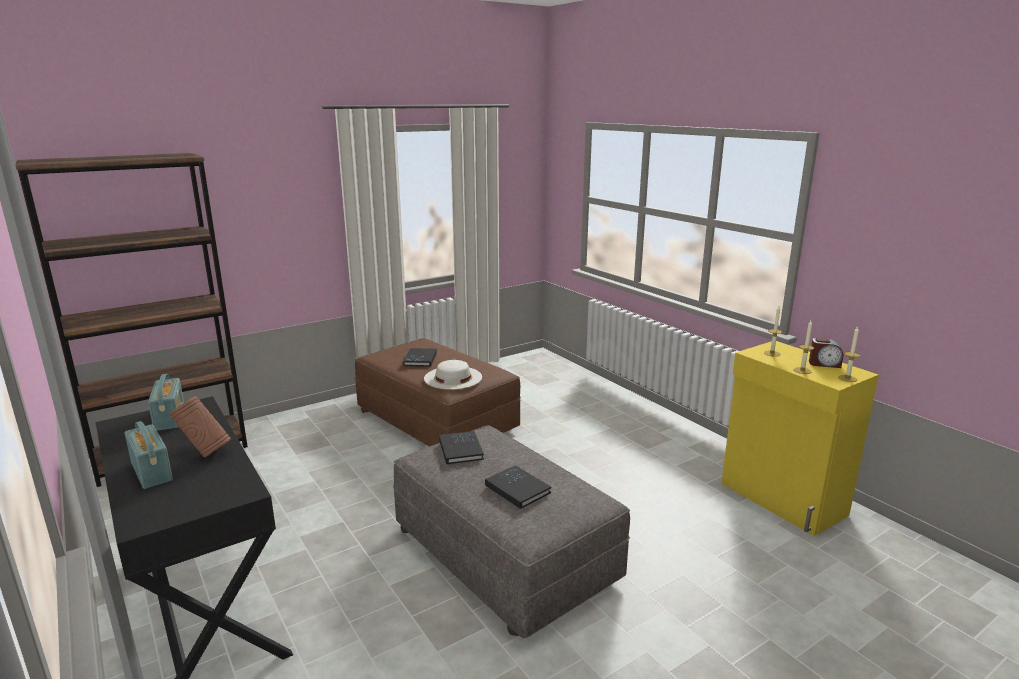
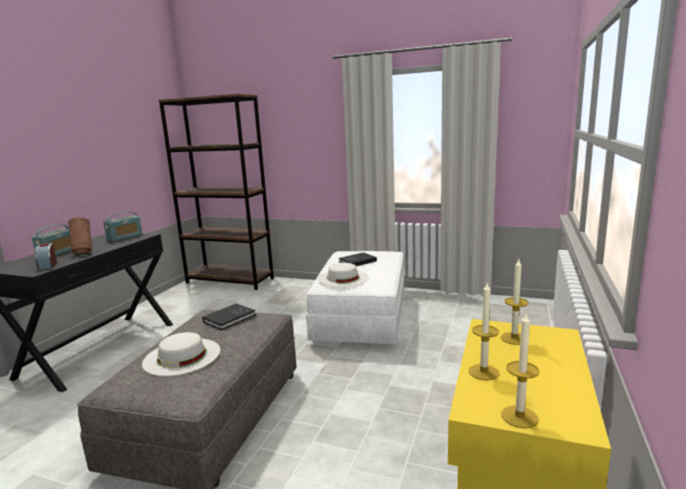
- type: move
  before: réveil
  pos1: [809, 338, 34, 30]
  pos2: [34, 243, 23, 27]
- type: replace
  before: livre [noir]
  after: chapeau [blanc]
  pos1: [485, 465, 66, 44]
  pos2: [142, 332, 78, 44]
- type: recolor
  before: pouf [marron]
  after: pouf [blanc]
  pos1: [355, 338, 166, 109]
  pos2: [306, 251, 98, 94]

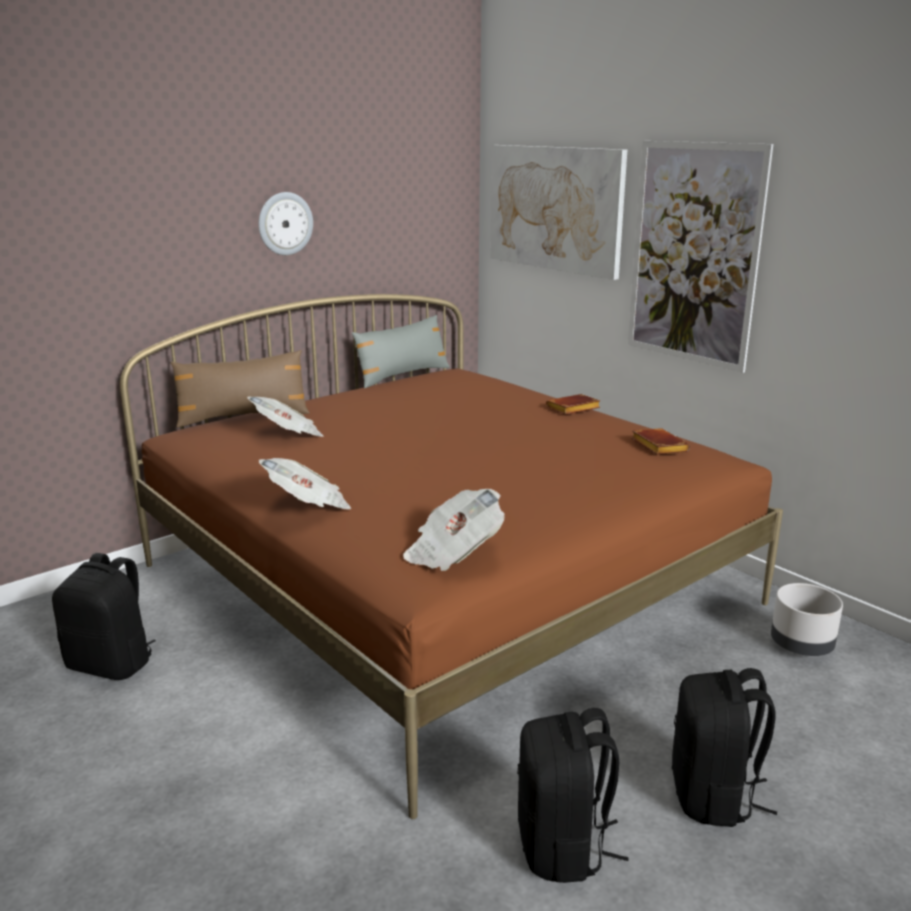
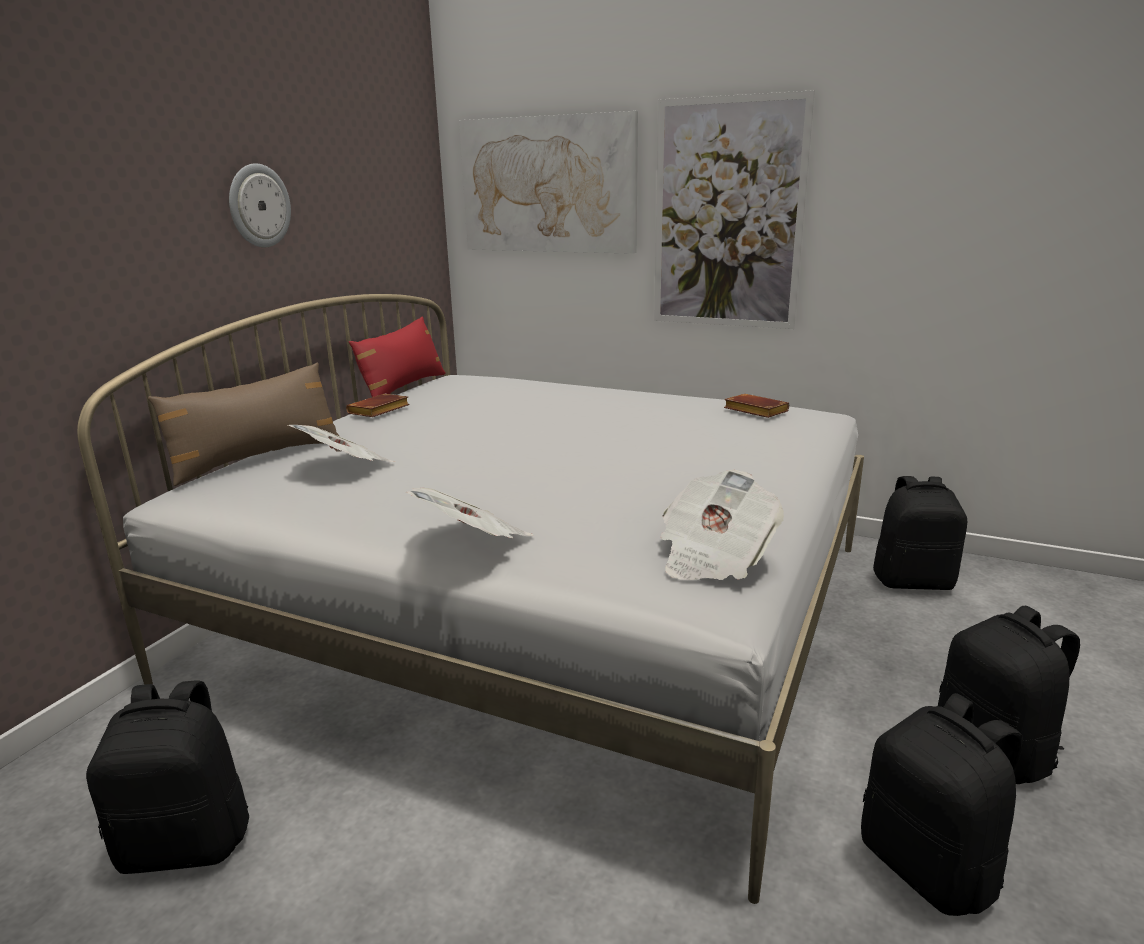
- type: recolor
  before: lit [marron]
  after: lit [blanc]
  pos1: [120, 294, 663, 525]
  pos2: [77, 294, 787, 610]
- type: move
  before: livre [marron]
  pos1: [546, 394, 54, 21]
  pos2: [346, 394, 63, 23]
- type: recolor
  before: coussin [gris]
  after: coussin [rouge]
  pos1: [352, 315, 98, 73]
  pos2: [349, 316, 97, 81]
- type: replace
  before: cache-pot [gris]
  after: sac à dos [noir]
  pos1: [771, 583, 72, 73]
  pos2: [873, 476, 94, 114]

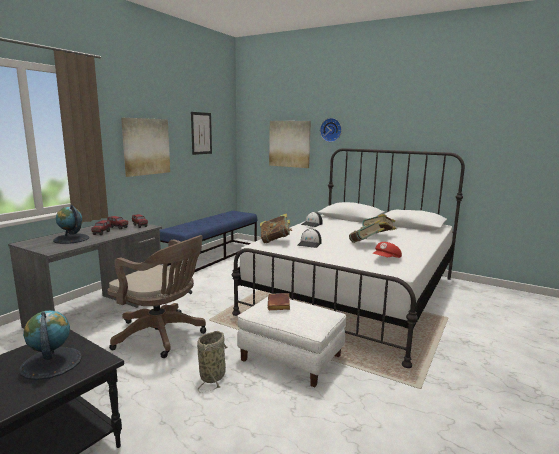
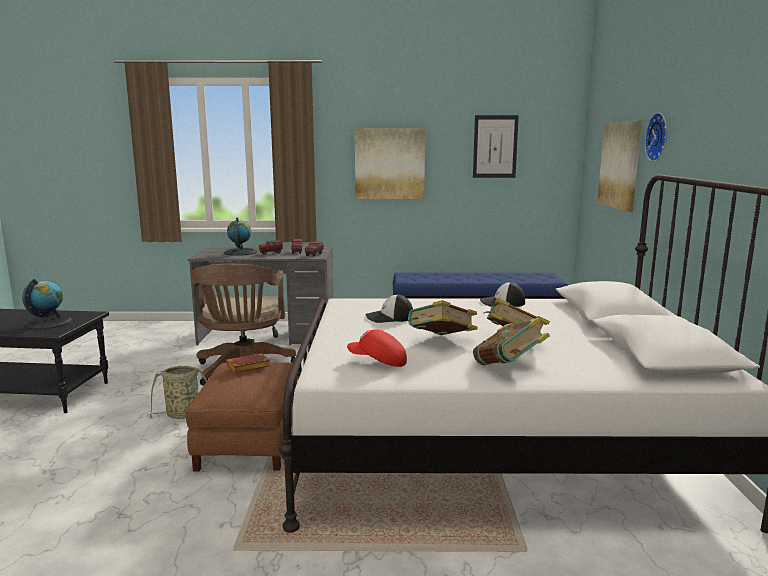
- type: recolor
  before: pouf [blanc]
  after: pouf [marron]
  pos1: [237, 296, 109, 91]
  pos2: [185, 362, 113, 109]
- type: move
  before: livre
  pos1: [260, 213, 32, 30]
  pos2: [473, 318, 77, 47]

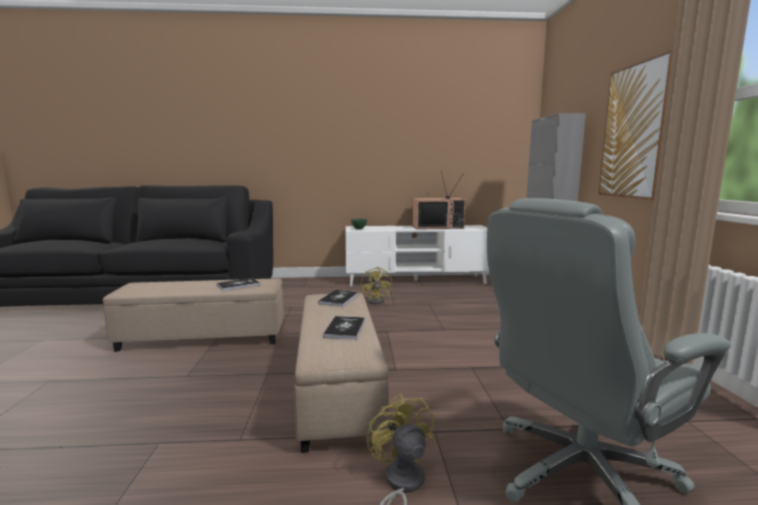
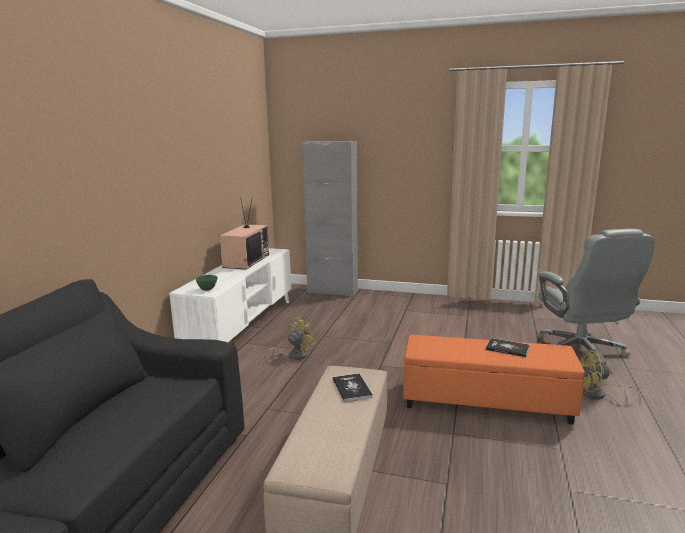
- type: rotate
  before: ventilateur [jaune]
  pos1: [361, 267, 31, 37]
  pos2: [264, 317, 52, 43]
  turn: -60
- type: recolor
  before: pouf [beige]
  after: pouf [orange]
  pos1: [294, 293, 95, 160]
  pos2: [403, 335, 182, 90]
- type: delete
  before: livre
  pos1: [318, 290, 41, 17]
- type: delete
  before: tableau
  pos1: [598, 50, 75, 150]

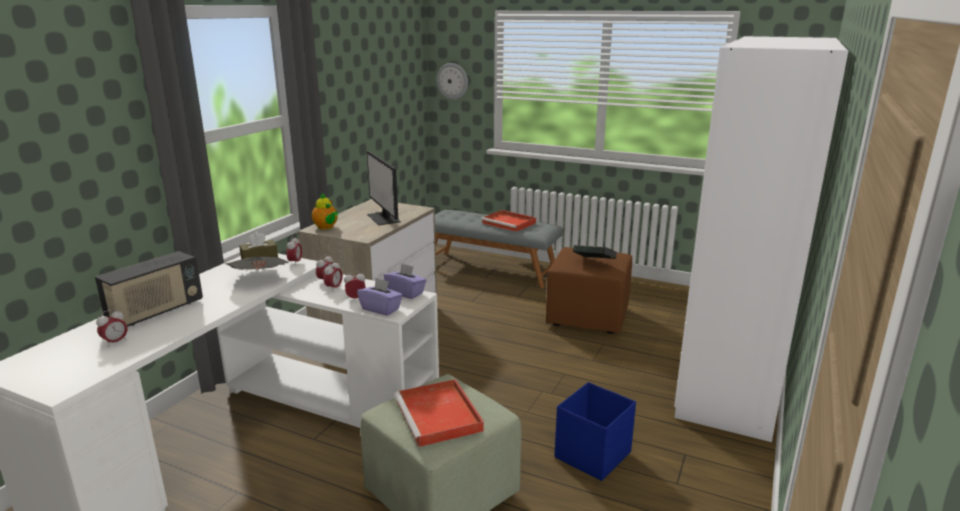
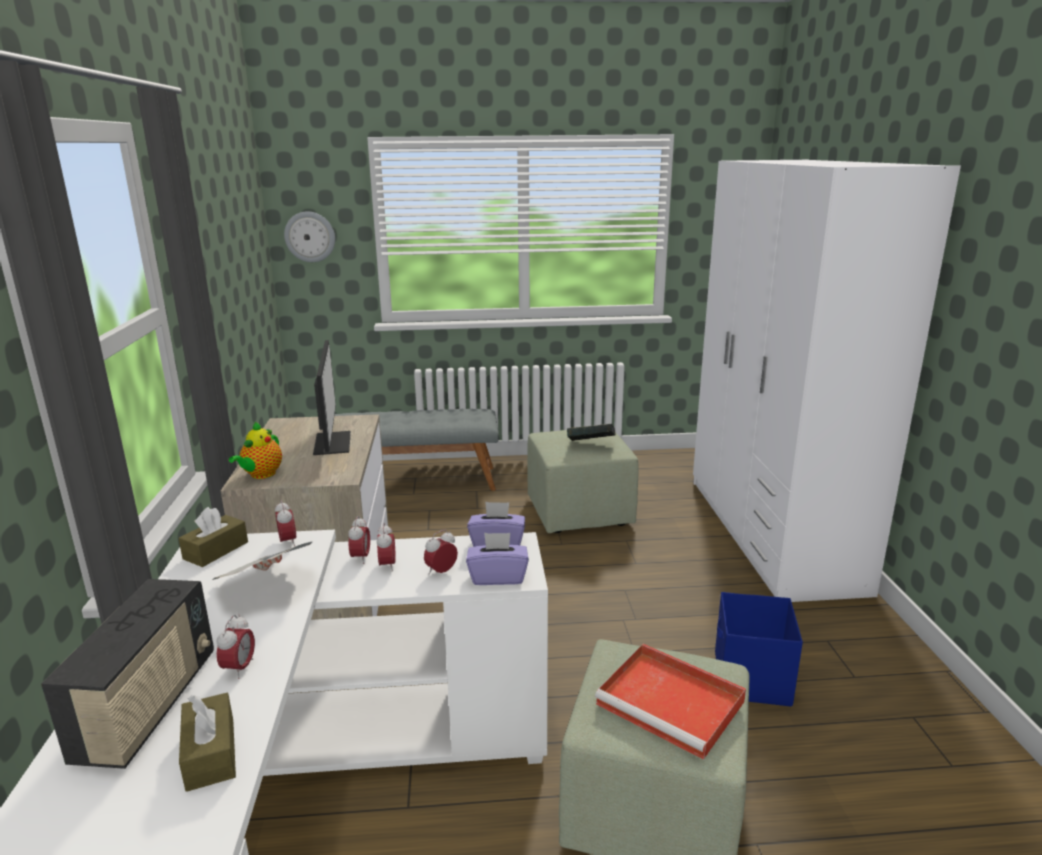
- type: insert
  after: boîte à mouchoirs [marron]
  pos2: [179, 693, 57, 99]
- type: move
  before: réveil
  pos1: [96, 309, 31, 38]
  pos2: [216, 614, 39, 65]
- type: rotate
  before: théière
  pos1: [312, 193, 26, 37]
  pos2: [228, 421, 54, 58]
  turn: 90
- type: rotate
  before: écran d'ordinateur
  pos1: [367, 151, 34, 74]
  pos2: [313, 340, 38, 115]
  turn: -135
- type: recolor
  before: pouf [marron]
  after: pouf [vert]
  pos1: [546, 247, 86, 87]
  pos2: [527, 430, 112, 103]
- type: delete
  before: plateau [rouge]
  pos1: [481, 210, 55, 22]

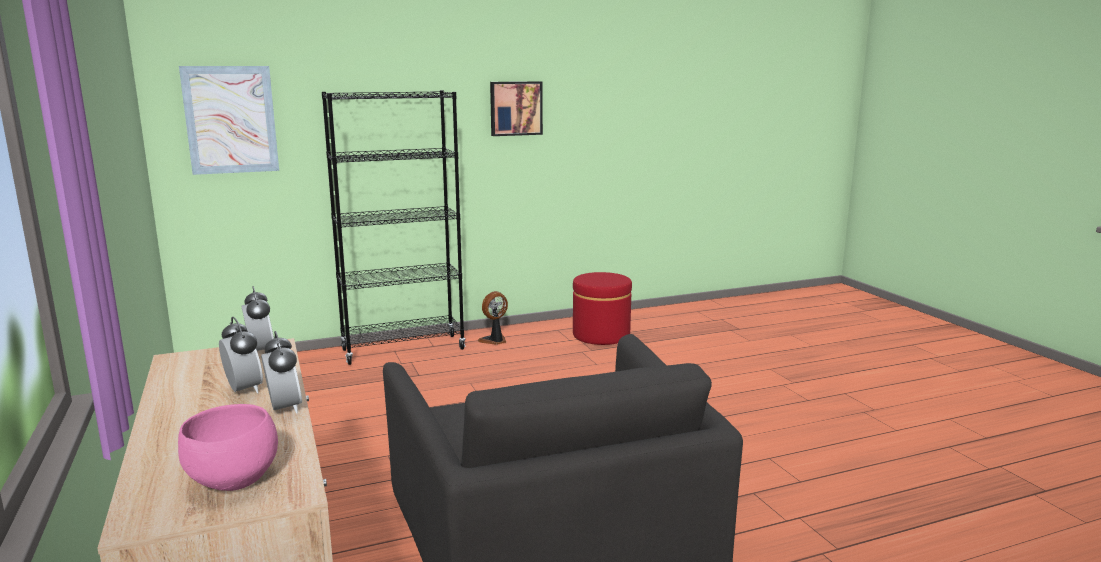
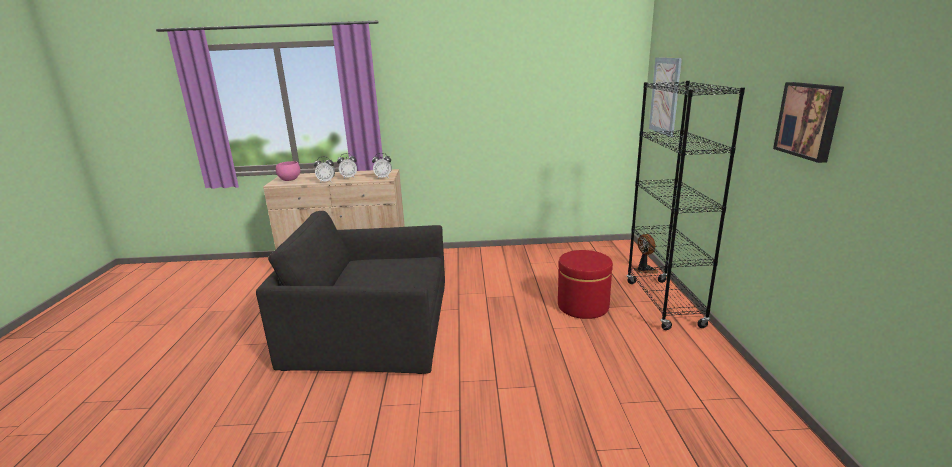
- type: move
  before: pouf [rouge]
  pos1: [573, 272, 59, 73]
  pos2: [558, 250, 55, 69]
- type: move
  before: ventilateur
  pos1: [478, 291, 30, 54]
  pos2: [635, 234, 23, 40]

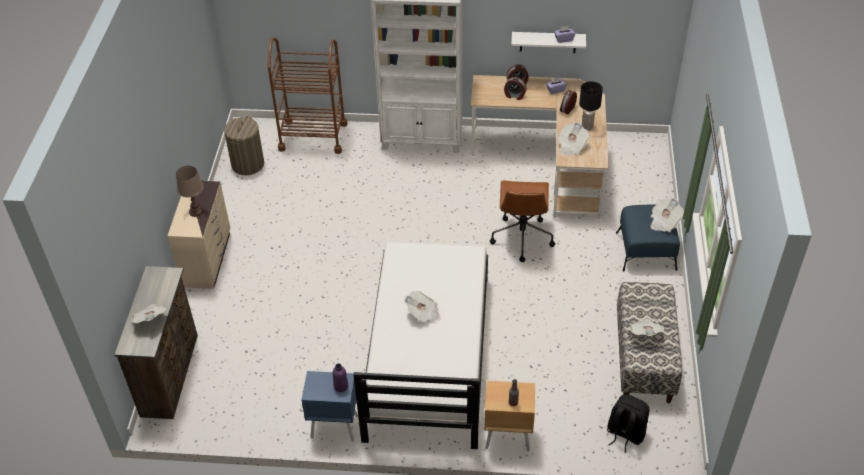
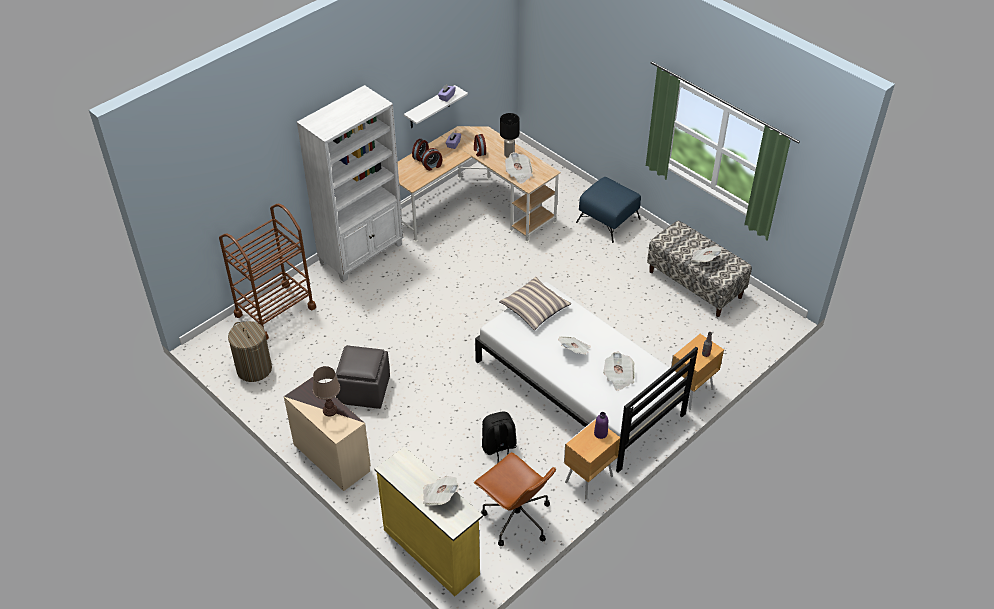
- type: insert
  after: pouf [gris]
  pos2: [336, 345, 54, 64]
- type: recolor
  before: commode [marron]
  after: commode [jaune]
  pos1: [115, 266, 83, 153]
  pos2: [375, 447, 108, 149]
- type: move
  before: chaise de bureau [marron]
  pos1: [490, 180, 65, 82]
  pos2: [474, 452, 82, 94]
- type: move
  before: sac à dos [noir]
  pos1: [607, 394, 43, 59]
  pos2: [482, 412, 35, 51]
- type: insert
  after: coussin
  pos2: [499, 277, 72, 53]
- type: recolor
  before: table de chevet [bleu]
  after: table de chevet [marron]
  pos1: [301, 370, 57, 71]
  pos2: [564, 419, 56, 80]
- type: move
  before: journal
  pos1: [651, 198, 33, 34]
  pos2: [603, 352, 32, 39]

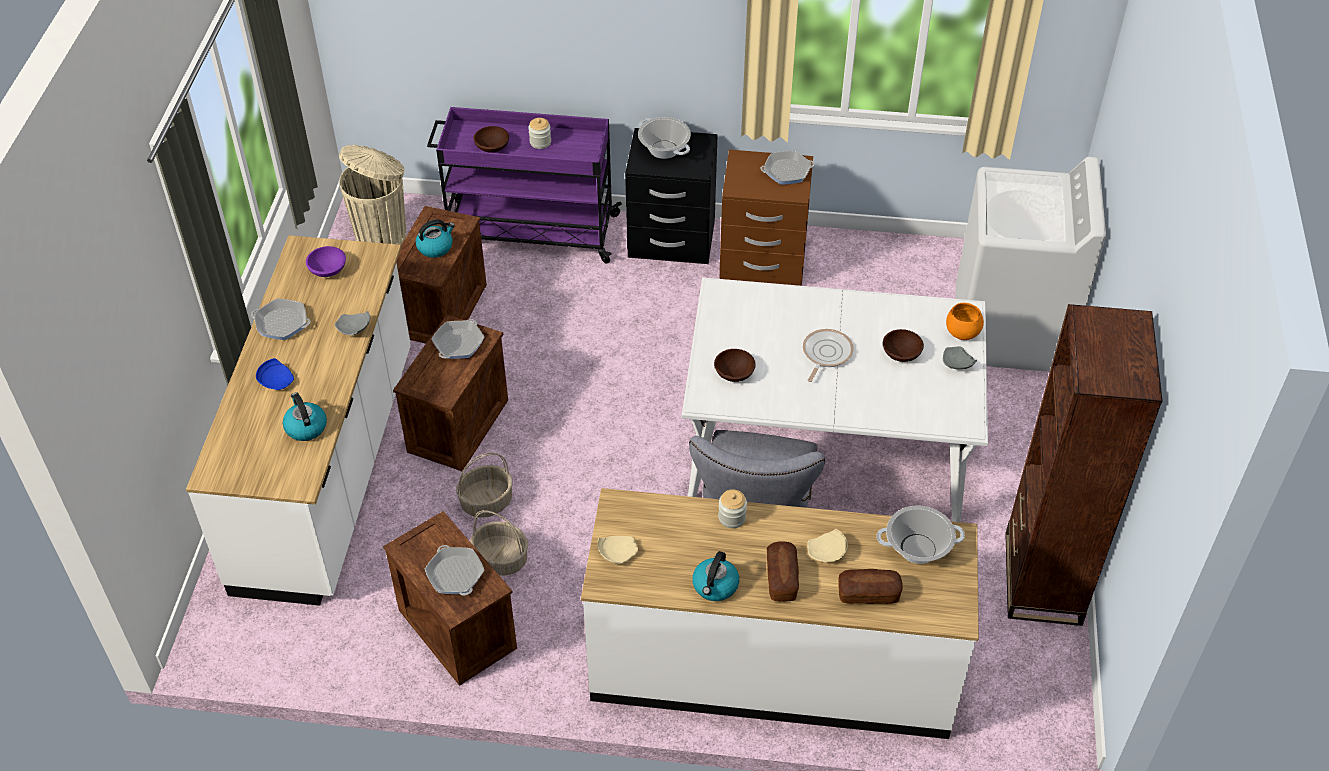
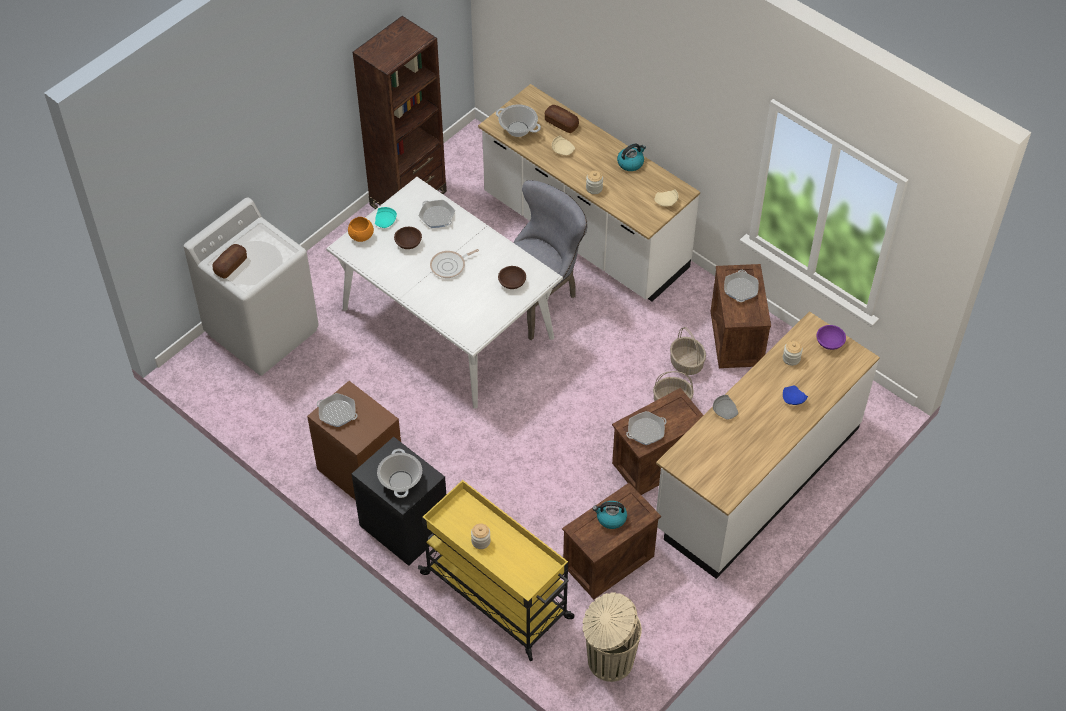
- type: move
  before: pain
  pos1: [766, 541, 33, 61]
  pos2: [212, 244, 35, 35]
- type: recolor
  before: assiette [gris]
  after: assiette [turquoise]
  pos1: [943, 346, 34, 24]
  pos2: [375, 207, 22, 21]
- type: recolor
  before: chariot [violet]
  after: chariot [jaune]
  pos1: [427, 107, 195, 157]
  pos2: [418, 480, 156, 181]
- type: move
  before: poêle
  pos1: [251, 298, 59, 42]
  pos2: [419, 200, 36, 28]
- type: replace
  before: bouilloire
  after: bocal
  pos1: [283, 392, 44, 49]
  pos2: [783, 341, 20, 25]
- type: move
  before: bol [violet]
  pos1: [306, 246, 40, 31]
  pos2: [817, 325, 29, 25]
- type: delete
  before: bol [marron]
  pos1: [474, 126, 35, 27]

